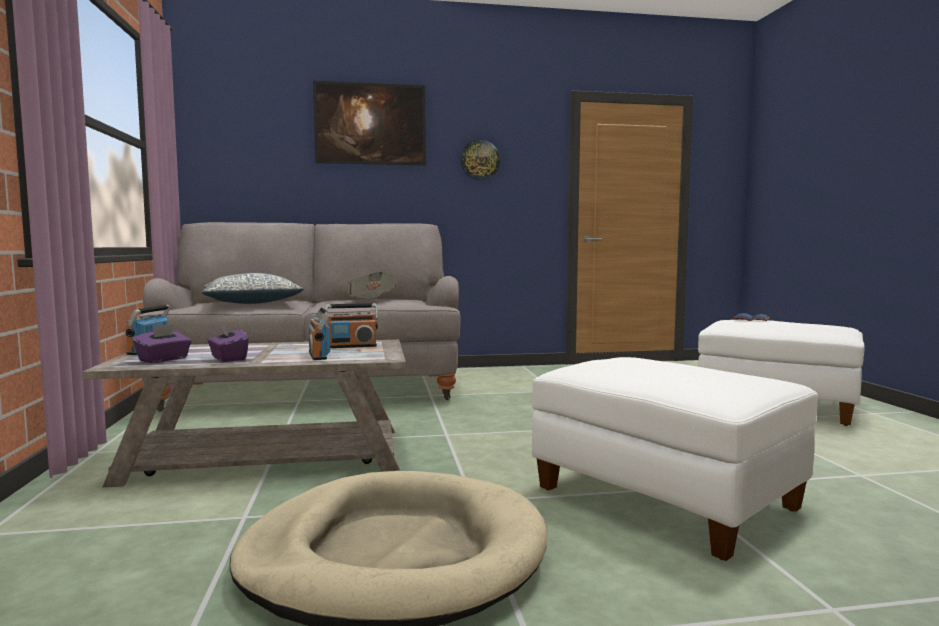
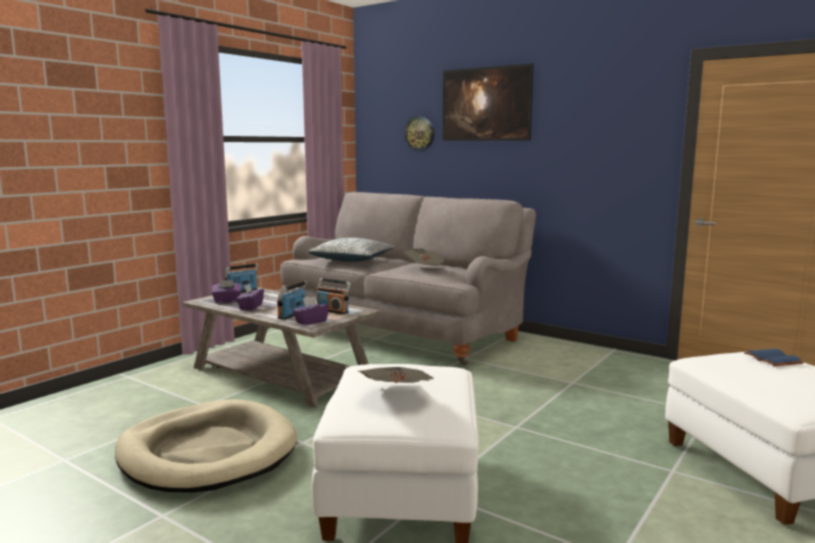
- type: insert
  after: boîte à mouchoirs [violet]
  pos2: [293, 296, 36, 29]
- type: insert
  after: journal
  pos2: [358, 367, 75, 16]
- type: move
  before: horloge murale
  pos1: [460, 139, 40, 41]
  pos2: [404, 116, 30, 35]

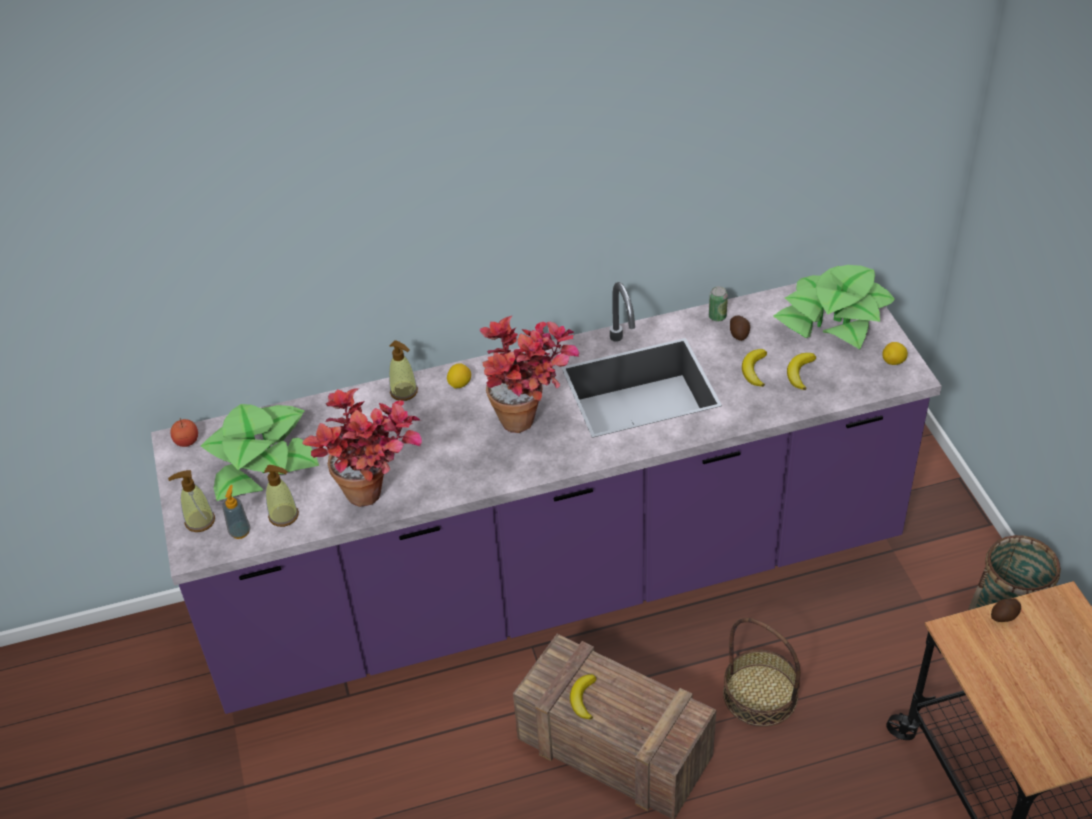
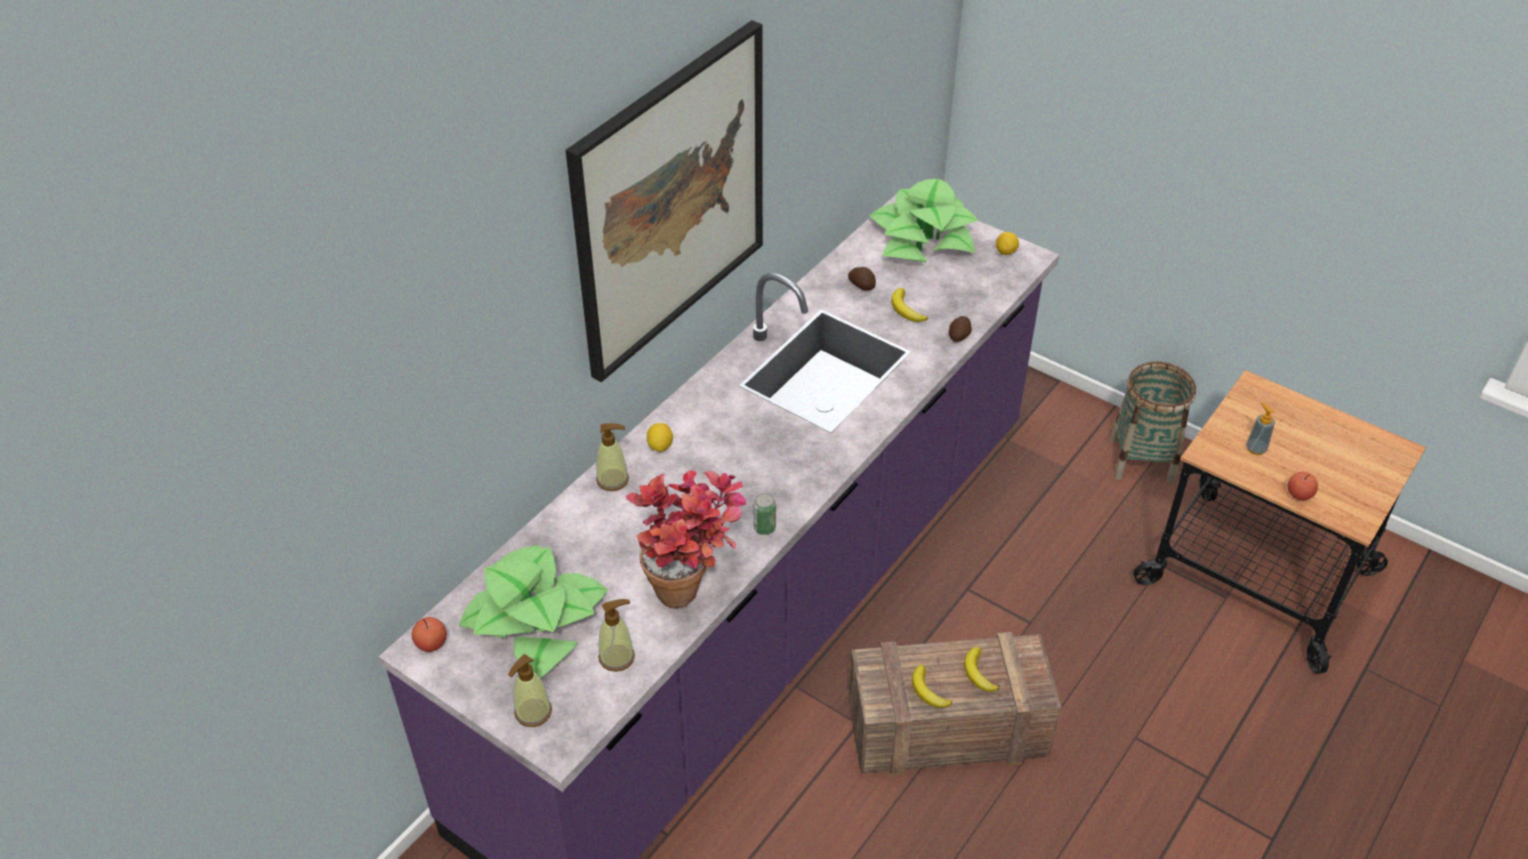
- type: insert
  after: tableau
  pos2: [566, 20, 197, 362]
- type: move
  before: boîte métallique
  pos1: [709, 286, 19, 35]
  pos2: [753, 493, 23, 42]
- type: move
  before: pomme de terre
  pos1: [991, 599, 30, 23]
  pos2: [949, 316, 23, 26]
- type: move
  before: banane
  pos1: [787, 353, 29, 37]
  pos2: [964, 647, 35, 45]
- type: move
  before: distributeur de savon
  pos1: [222, 485, 28, 54]
  pos2: [1246, 403, 29, 52]
- type: insert
  after: pomme
  pos2: [1288, 472, 30, 28]
- type: delete
  before: plante en pot
  pos1: [480, 315, 99, 118]
- type: delete
  before: panier
  pos1: [723, 618, 77, 109]

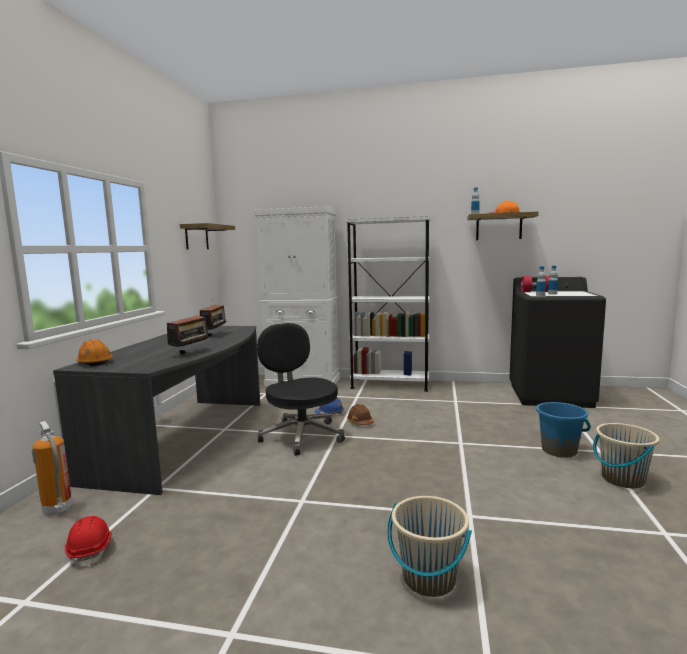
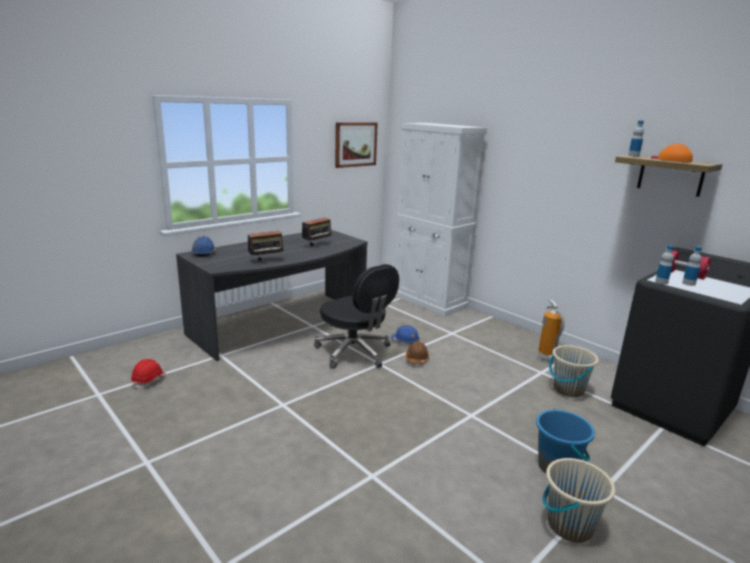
- type: recolor
  before: casque de chantier [orange]
  after: casque de chantier [bleu]
  pos1: [76, 339, 37, 27]
  pos2: [191, 236, 25, 21]
- type: rotate
  before: chaise de bureau [noir]
  pos1: [257, 323, 88, 133]
  pos2: [314, 264, 85, 105]
  turn: 135
- type: replace
  before: étagère
  after: tableau
  pos1: [180, 223, 55, 27]
  pos2: [335, 122, 43, 46]
- type: move
  before: extincteur
  pos1: [32, 421, 41, 95]
  pos2: [538, 300, 27, 61]
- type: move
  before: seau [beige]
  pos1: [387, 496, 85, 101]
  pos2: [549, 345, 50, 52]
- type: delete
  before: bibliothèque [blanc]
  pos1: [346, 216, 84, 176]

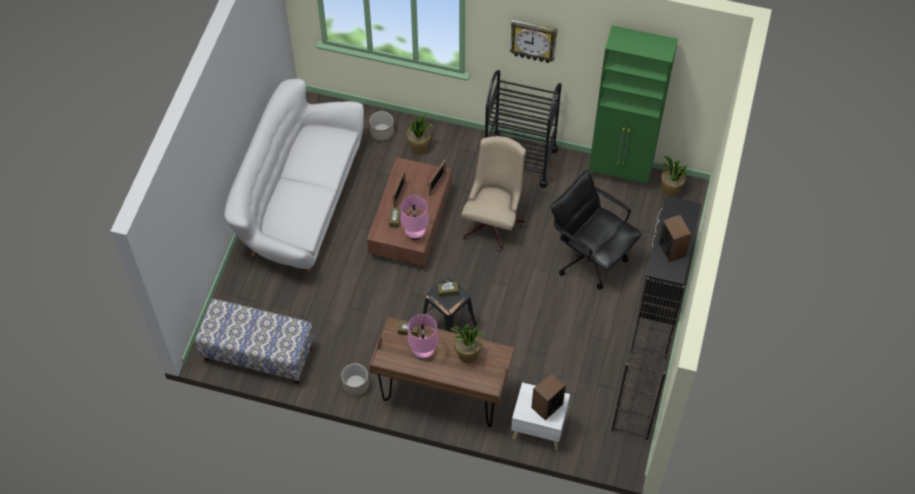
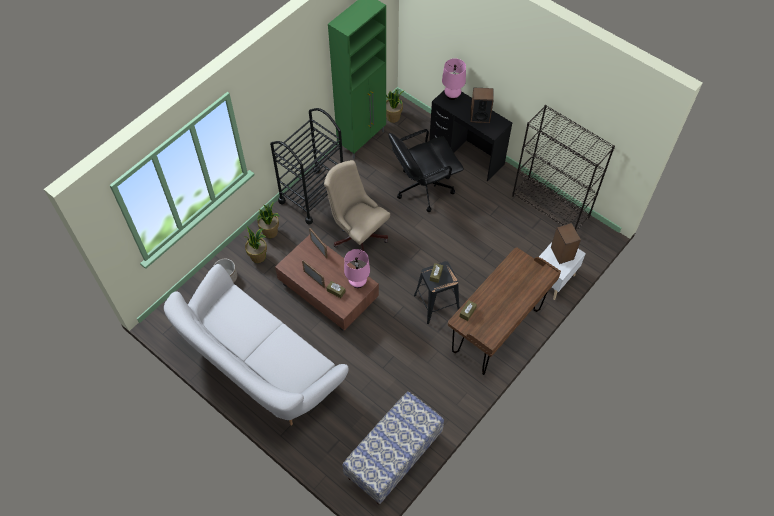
- type: move
  before: plante en pot
  pos1: [451, 324, 34, 39]
  pos2: [257, 202, 23, 36]
- type: move
  before: lampe de table [rose]
  pos1: [407, 314, 32, 45]
  pos2: [442, 59, 24, 41]
- type: delete
  before: cache-pot
  pos1: [341, 363, 28, 33]
- type: delete
  before: horloge murale
  pos1: [510, 19, 48, 44]

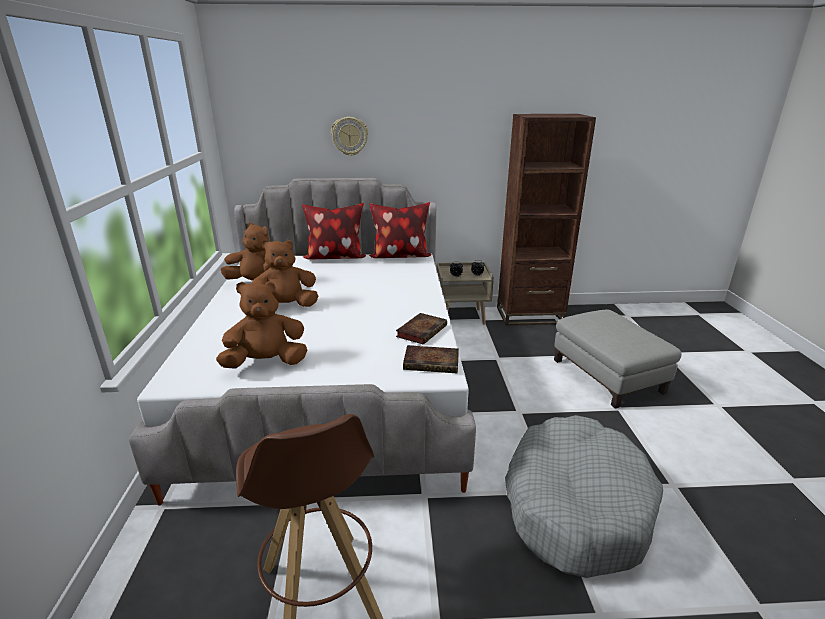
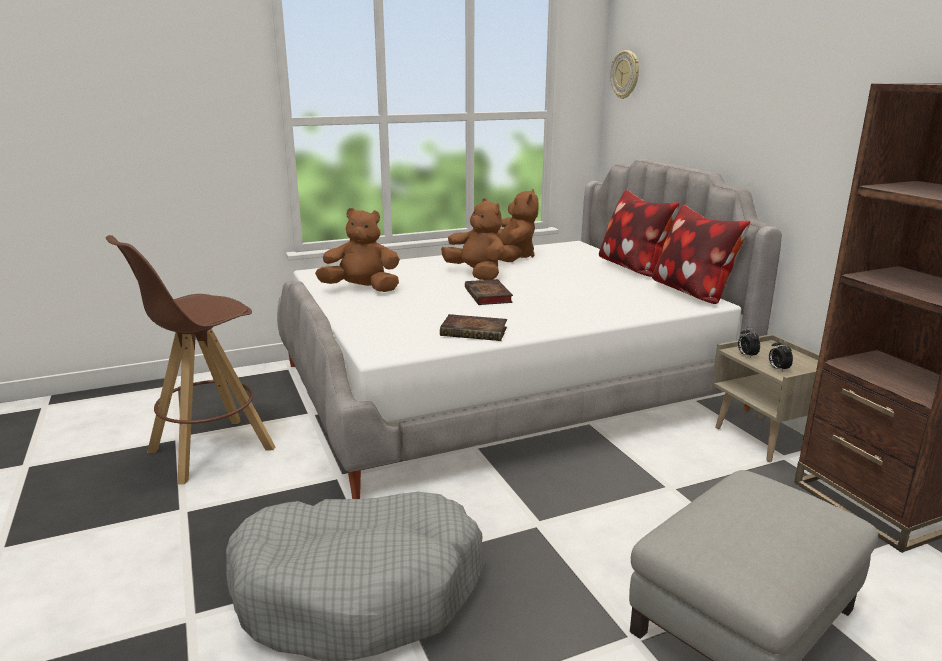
- type: rotate
  before: peluche [marron]
  pos1: [216, 281, 91, 88]
  pos2: [315, 208, 85, 84]
  turn: -45
- type: move
  before: livre
  pos1: [403, 345, 56, 28]
  pos2: [465, 279, 48, 26]
- type: move
  before: horloge murale
  pos1: [331, 117, 37, 39]
  pos2: [610, 50, 29, 49]

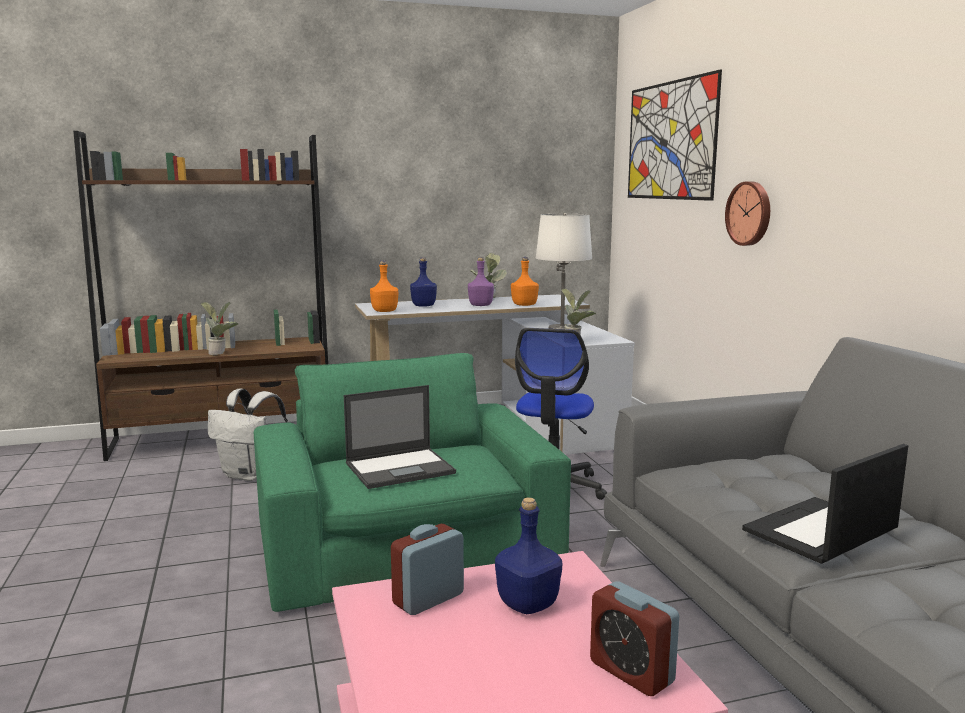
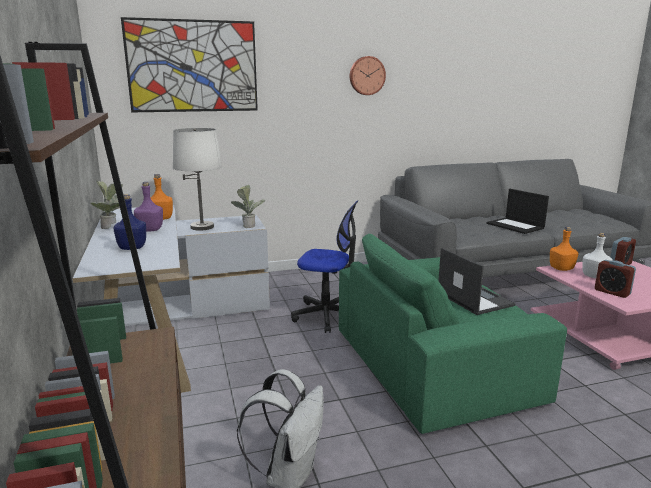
- type: move
  before: horloge murale
  pos1: [725, 182, 45, 64]
  pos2: [350, 56, 36, 39]
- type: move
  before: bouteille [orange]
  pos1: [370, 261, 28, 51]
  pos2: [550, 227, 29, 44]
- type: recolor
  before: bouteille [bleu]
  after: bouteille [blanc]
  pos1: [495, 497, 67, 117]
  pos2: [582, 233, 31, 45]
- type: delete
  before: plante en pot
  pos1: [201, 302, 37, 53]

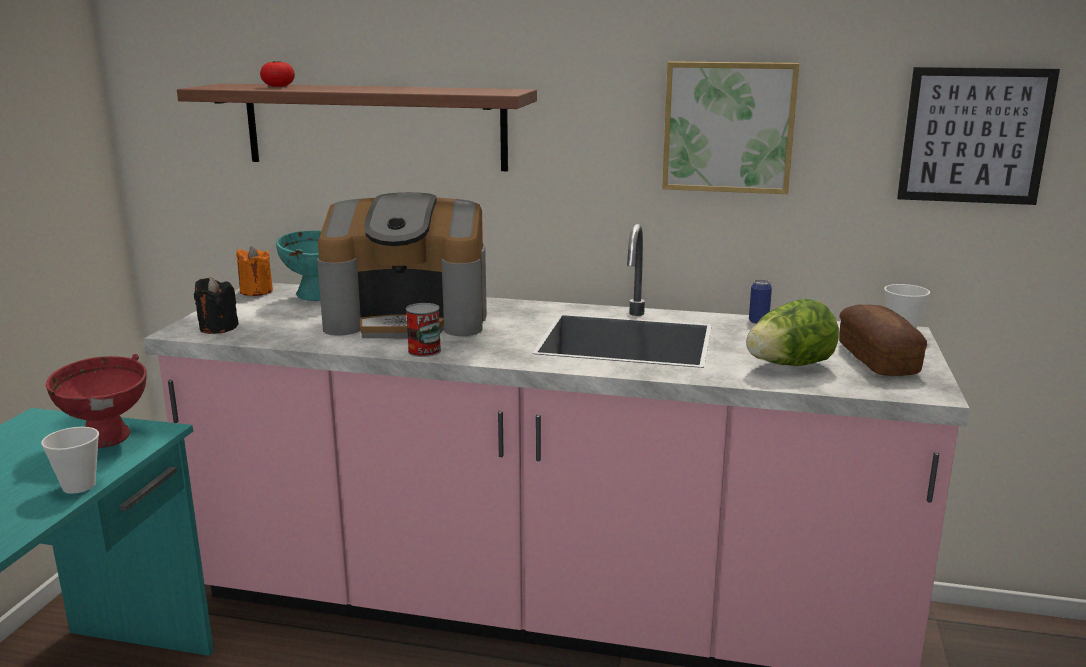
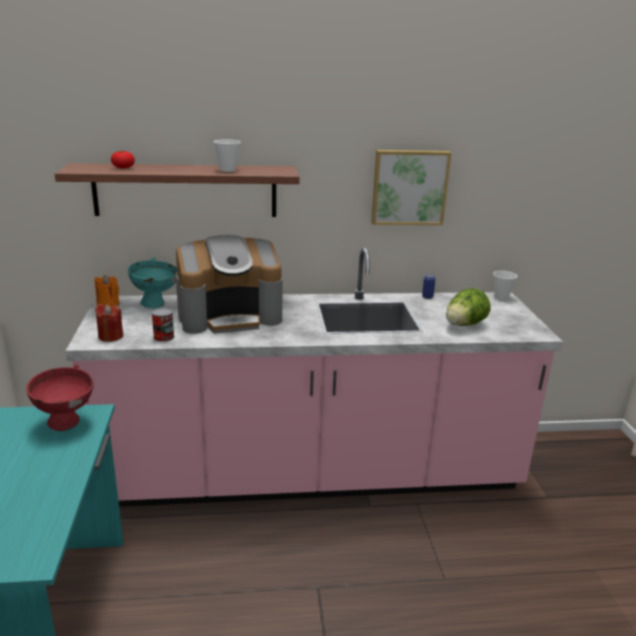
- type: recolor
  before: bougie [noir]
  after: bougie [rouge]
  pos1: [194, 277, 45, 57]
  pos2: [95, 304, 28, 38]
- type: move
  before: boîte métallique
  pos1: [406, 303, 35, 54]
  pos2: [151, 307, 23, 35]
- type: move
  before: tasse
  pos1: [41, 427, 58, 67]
  pos2: [213, 139, 28, 33]
- type: delete
  before: pain
  pos1: [839, 304, 88, 72]
- type: delete
  before: tableau
  pos1: [897, 67, 163, 138]

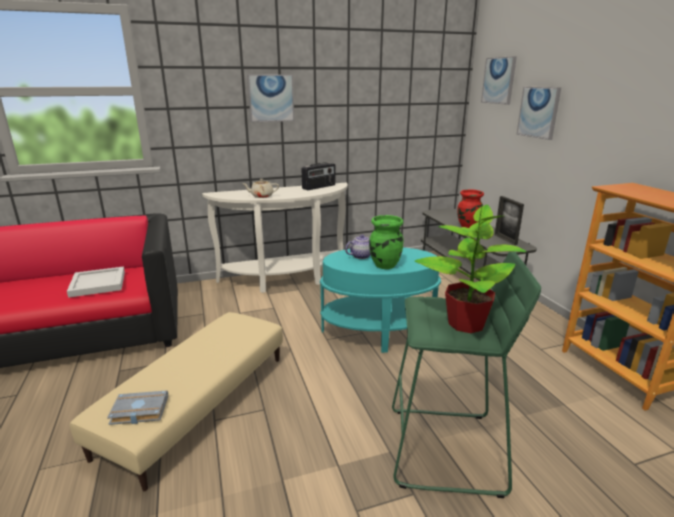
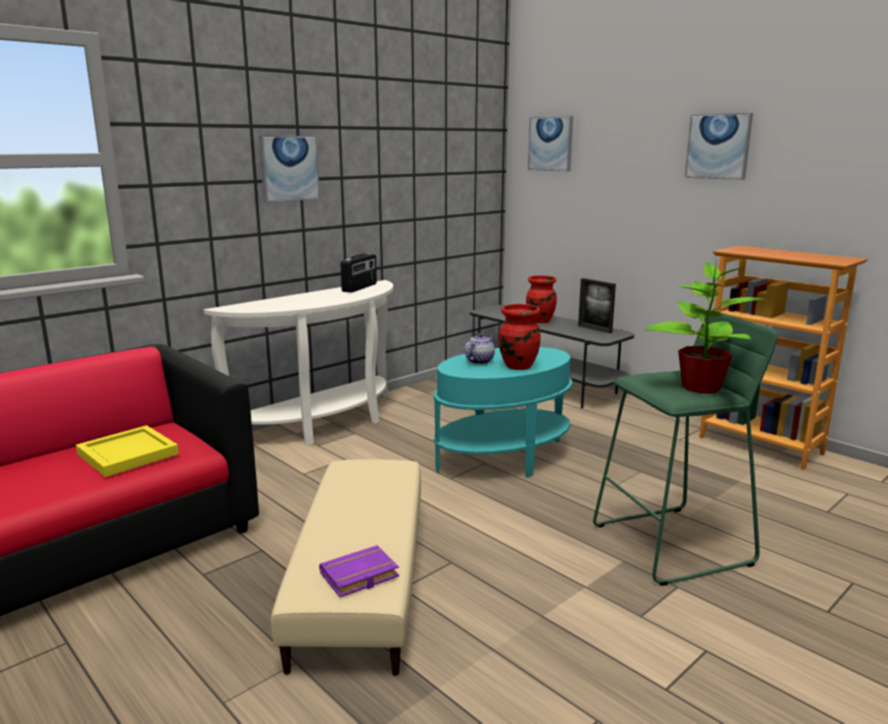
- type: recolor
  before: plateau [blanc]
  after: plateau [jaune]
  pos1: [67, 267, 58, 31]
  pos2: [76, 425, 103, 52]
- type: recolor
  before: livre [gris]
  after: livre [violet]
  pos1: [107, 390, 61, 35]
  pos2: [319, 545, 80, 52]
- type: recolor
  before: vase [vert]
  after: vase [rouge]
  pos1: [369, 215, 34, 54]
  pos2: [499, 304, 42, 66]
- type: move
  before: tableau
  pos1: [516, 87, 45, 53]
  pos2: [685, 113, 68, 67]
- type: delete
  before: théière [beige]
  pos1: [242, 179, 37, 19]

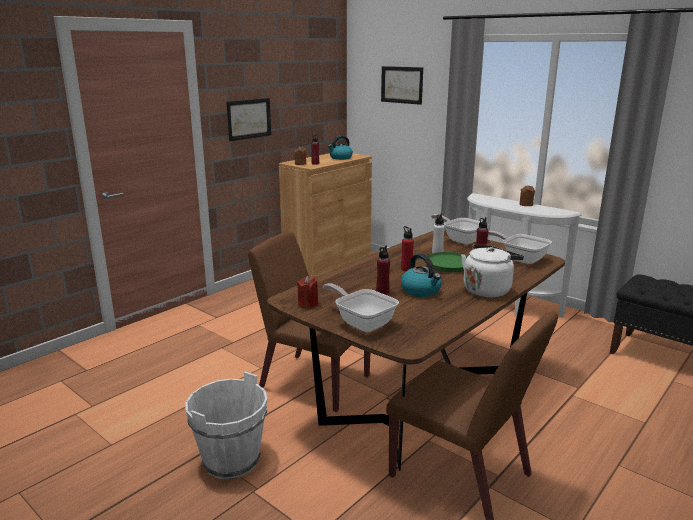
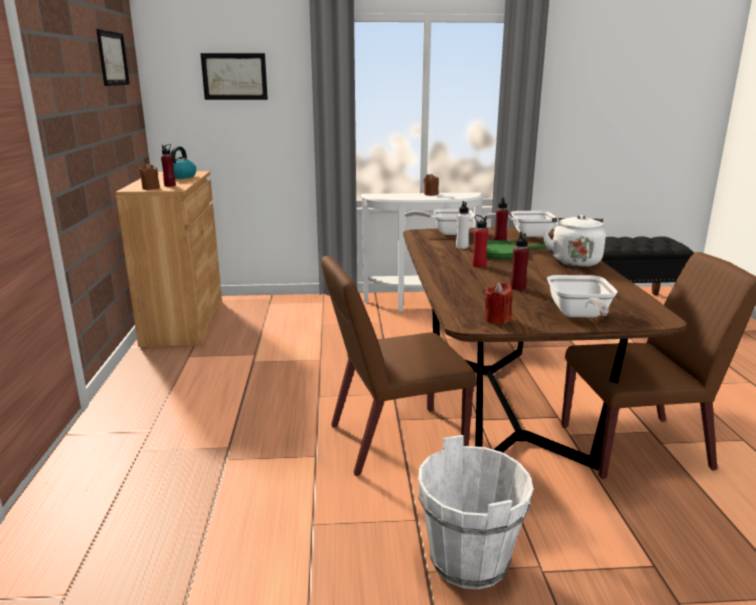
- type: move
  before: tableau
  pos1: [227, 98, 44, 43]
  pos2: [96, 29, 34, 57]
- type: rotate
  before: poêle
  pos1: [323, 283, 76, 49]
  pos2: [547, 275, 71, 42]
  turn: -90
- type: delete
  before: bouilloire
  pos1: [401, 253, 41, 44]

